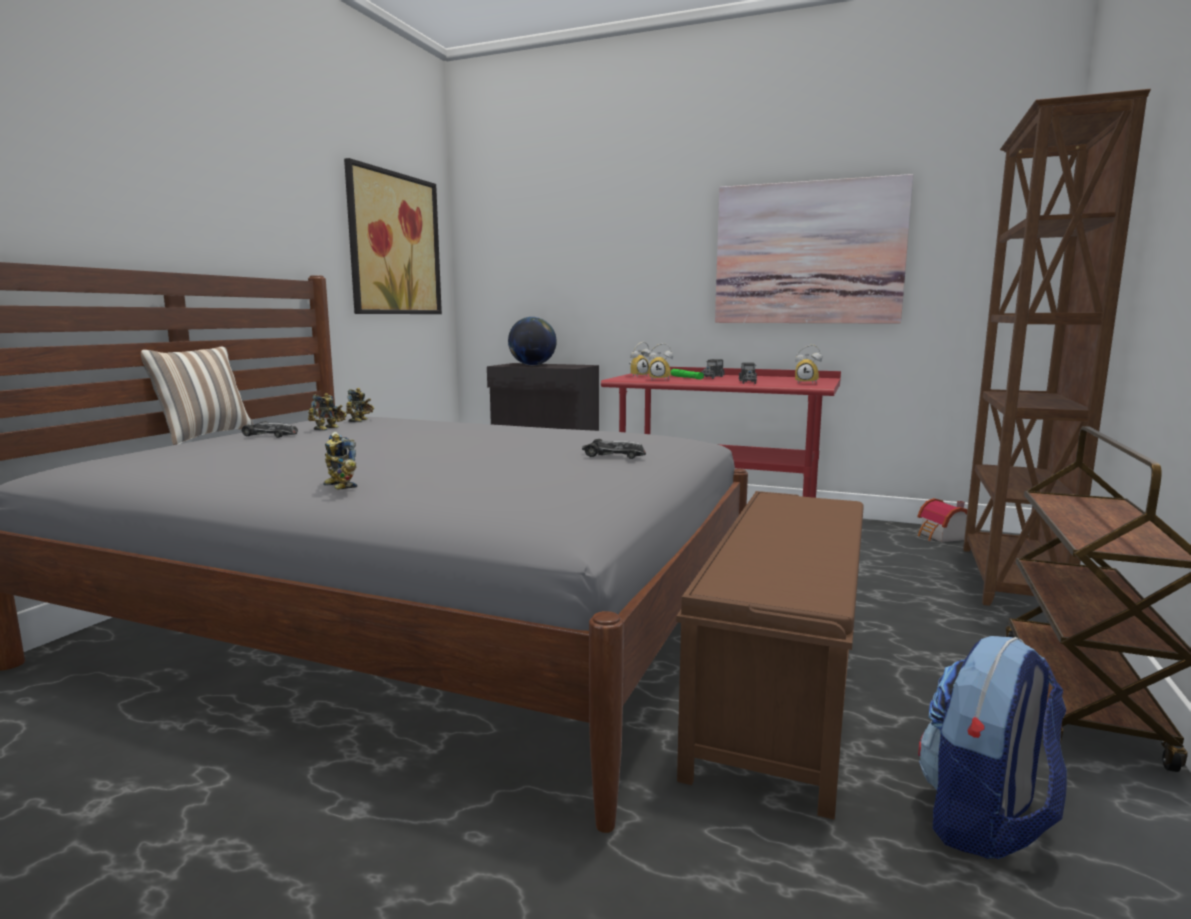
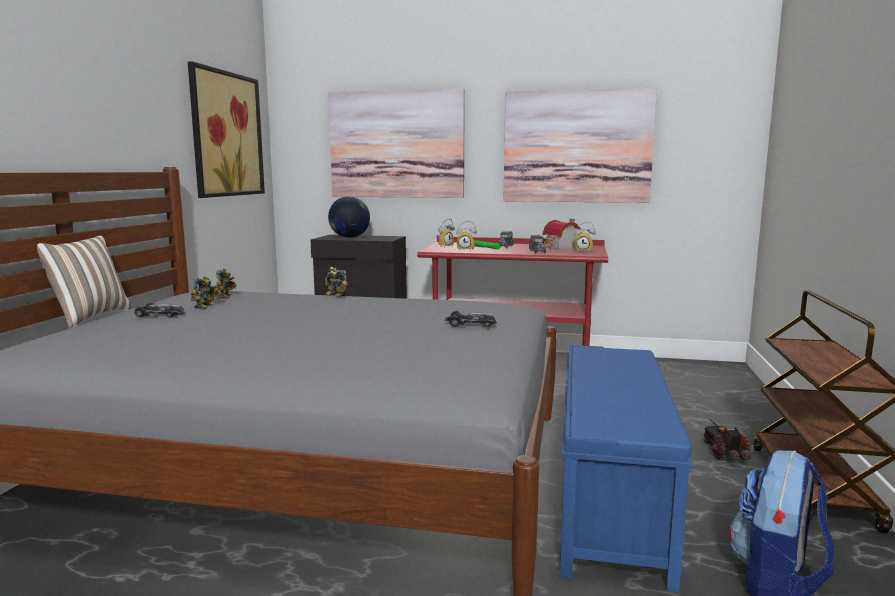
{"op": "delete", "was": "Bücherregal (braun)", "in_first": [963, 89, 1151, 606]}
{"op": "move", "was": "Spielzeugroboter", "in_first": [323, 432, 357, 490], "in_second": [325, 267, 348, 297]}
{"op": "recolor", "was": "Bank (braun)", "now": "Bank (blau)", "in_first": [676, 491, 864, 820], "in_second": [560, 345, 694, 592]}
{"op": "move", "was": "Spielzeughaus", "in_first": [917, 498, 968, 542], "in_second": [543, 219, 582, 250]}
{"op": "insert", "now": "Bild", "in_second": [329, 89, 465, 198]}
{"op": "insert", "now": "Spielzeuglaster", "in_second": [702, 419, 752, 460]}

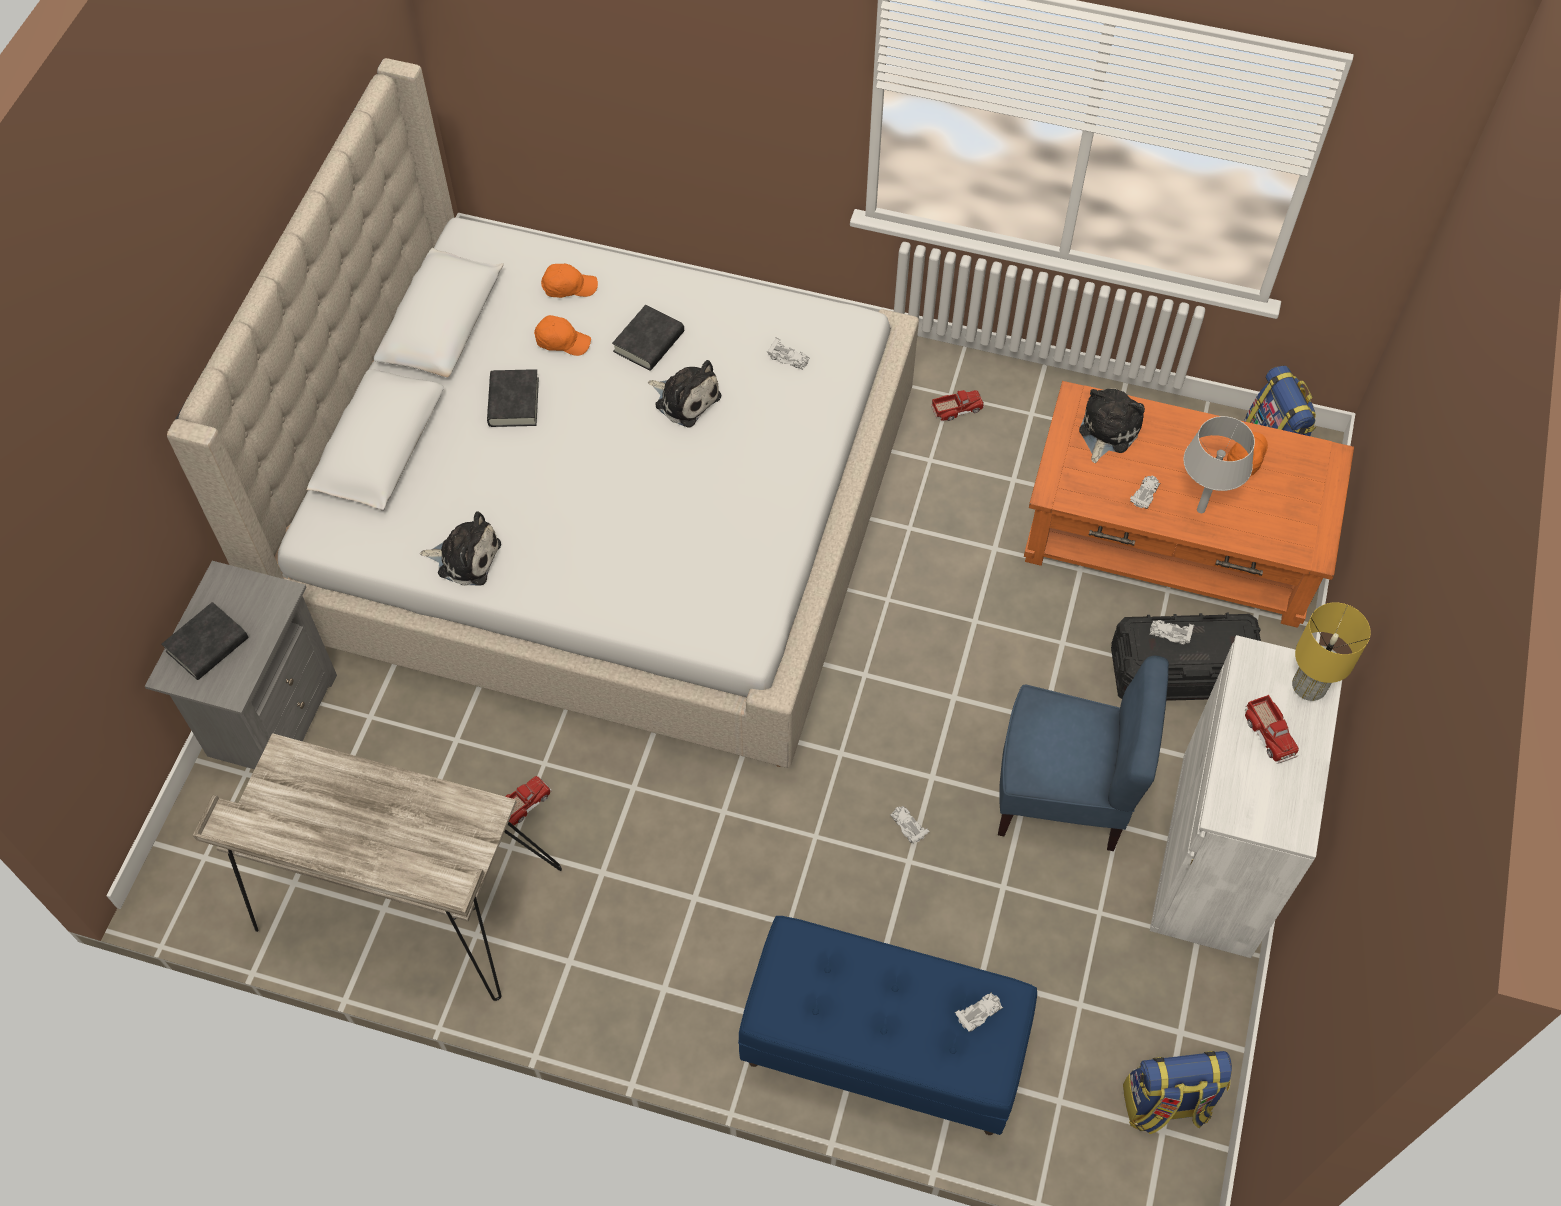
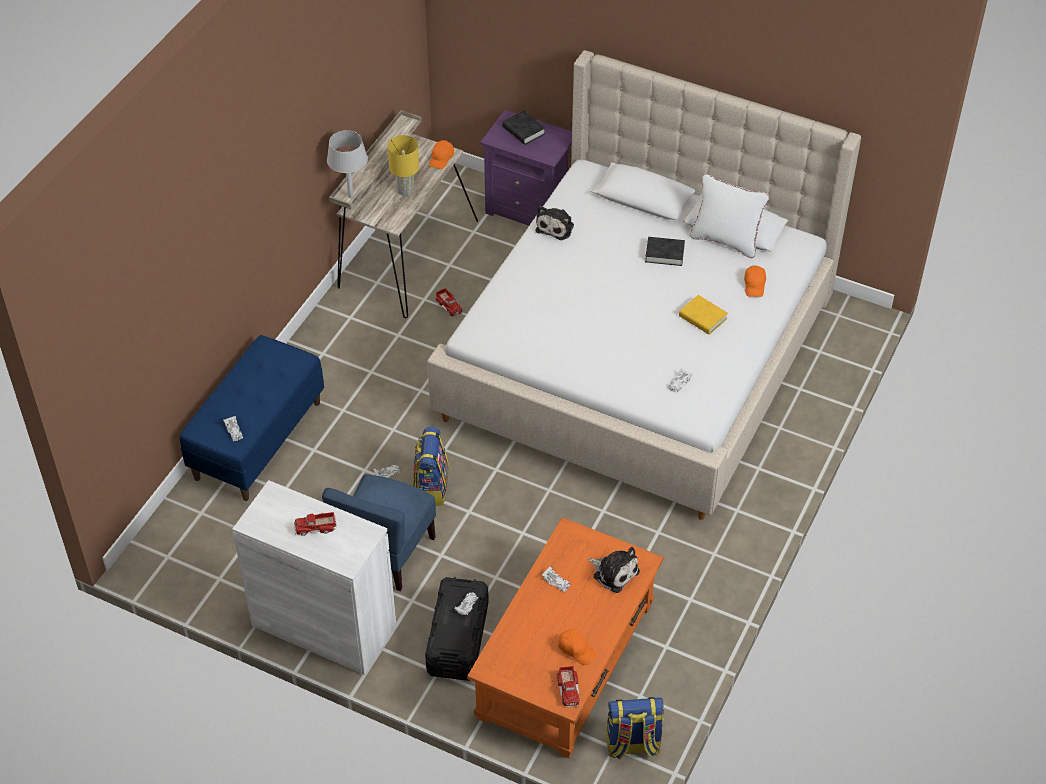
{"op": "recolor", "was": "Buch (schwarz)", "now": "Buch (gelb)", "in_first": [612, 305, 684, 370], "in_second": [679, 295, 728, 335]}
{"op": "move", "was": "Kappe (orange)", "in_first": [534, 315, 591, 356], "in_second": [429, 140, 454, 169]}
{"op": "delete", "was": "Plüschtier", "in_first": [648, 360, 721, 428]}
{"op": "move", "was": "Spielzeuglaster", "in_first": [931, 390, 985, 421], "in_second": [557, 666, 580, 708]}
{"op": "move", "was": "Tischlampe (grau)", "in_first": [1183, 416, 1255, 513], "in_second": [327, 130, 368, 198]}
{"op": "recolor", "was": "Nachttisch (grau)", "now": "Nachttisch (lila)", "in_first": [145, 561, 337, 769], "in_second": [480, 110, 572, 226]}
{"op": "move", "was": "Tischlampe (gelb)", "in_first": [1292, 602, 1371, 701], "in_second": [388, 135, 419, 196]}
{"op": "move", "was": "Rucksack", "in_first": [1123, 1051, 1232, 1134], "in_second": [413, 427, 449, 506]}
{"op": "insert", "now": "Kissen (weiß)", "in_second": [690, 173, 769, 258]}

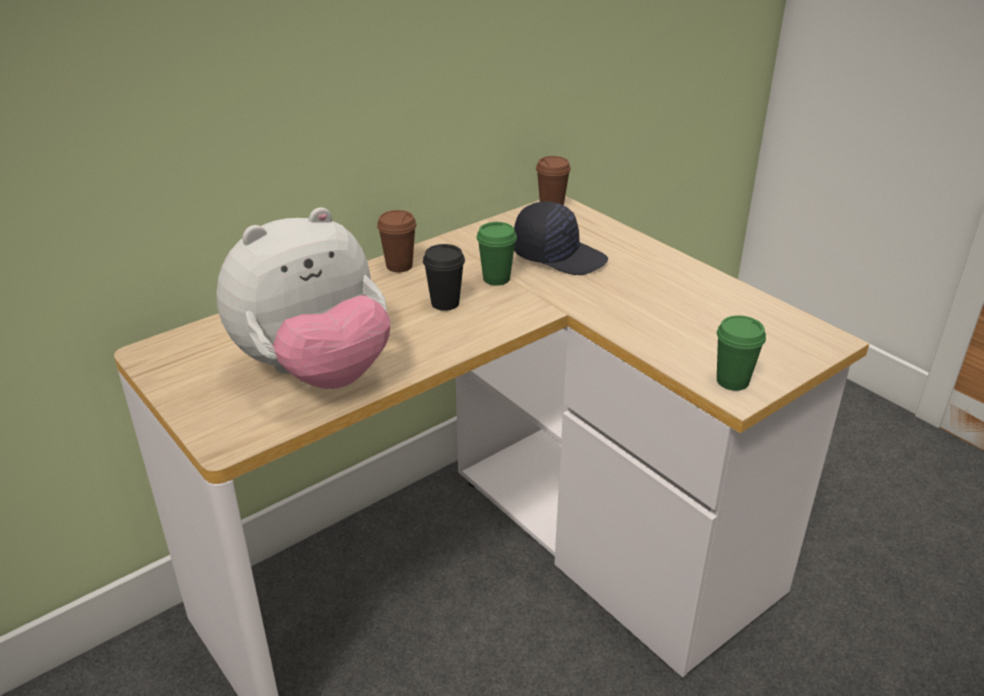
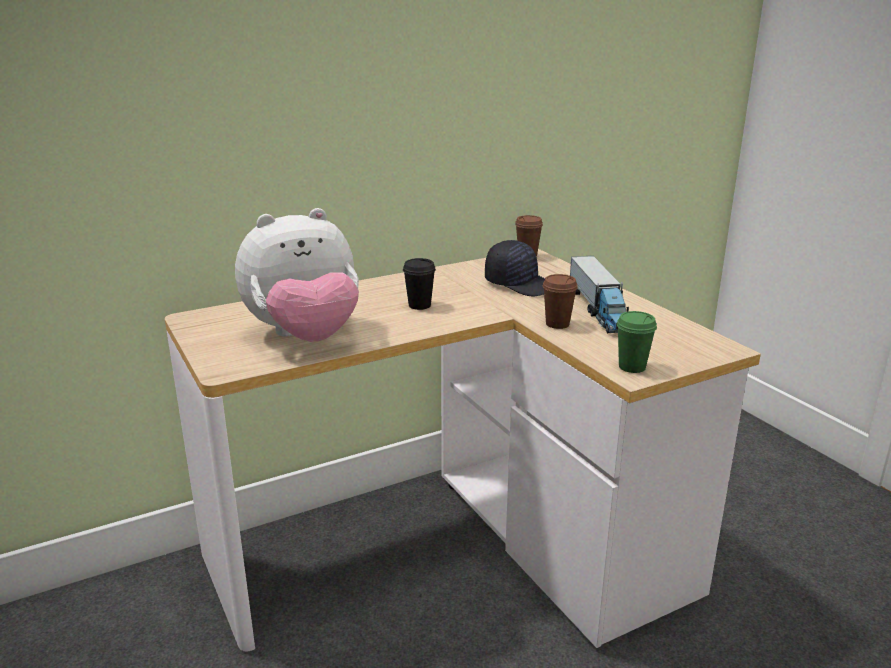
{"op": "move", "was": "Tasse (braun)", "in_first": [377, 210, 417, 272], "in_second": [543, 274, 578, 329]}
{"op": "delete", "was": "Tasse (grün)", "in_first": [476, 222, 517, 286]}
{"op": "insert", "now": "Spielzeuglaster", "in_second": [570, 256, 629, 333]}

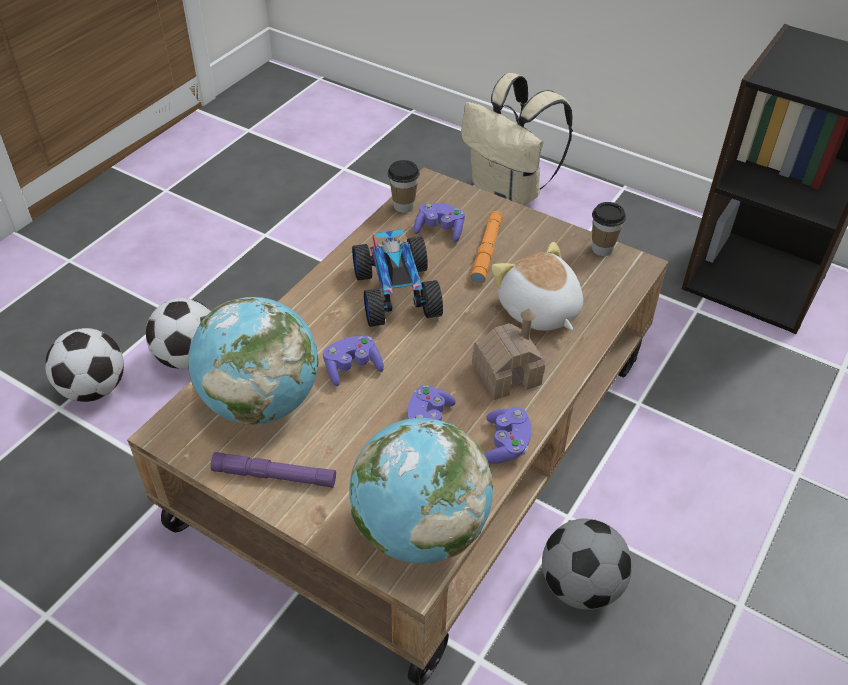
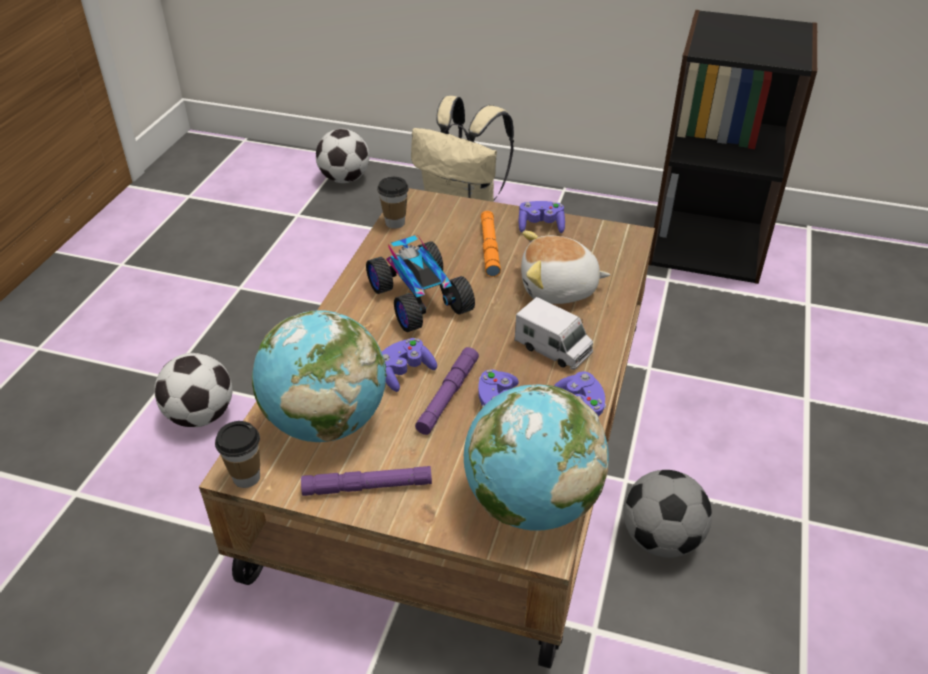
{"op": "move", "was": "Tasse", "in_first": [592, 202, 626, 256], "in_second": [215, 421, 260, 488]}
{"op": "move", "was": "Gamepad (lila)", "in_first": [414, 203, 465, 242], "in_second": [519, 201, 565, 233]}
{"op": "rotate", "was": "Plüschtier", "in_first": [491, 242, 583, 331], "in_second": [521, 231, 610, 304], "clockwise": -45}
{"op": "replace", "was": "Spielzeughaus", "now": "Spielzeuglaster", "in_first": [472, 308, 545, 400], "in_second": [514, 297, 593, 370]}
{"op": "move", "was": "Fußball", "in_first": [45, 328, 124, 402], "in_second": [316, 129, 369, 183]}
{"op": "insert", "now": "Taschenlampe (lila)", "in_second": [415, 347, 479, 435]}

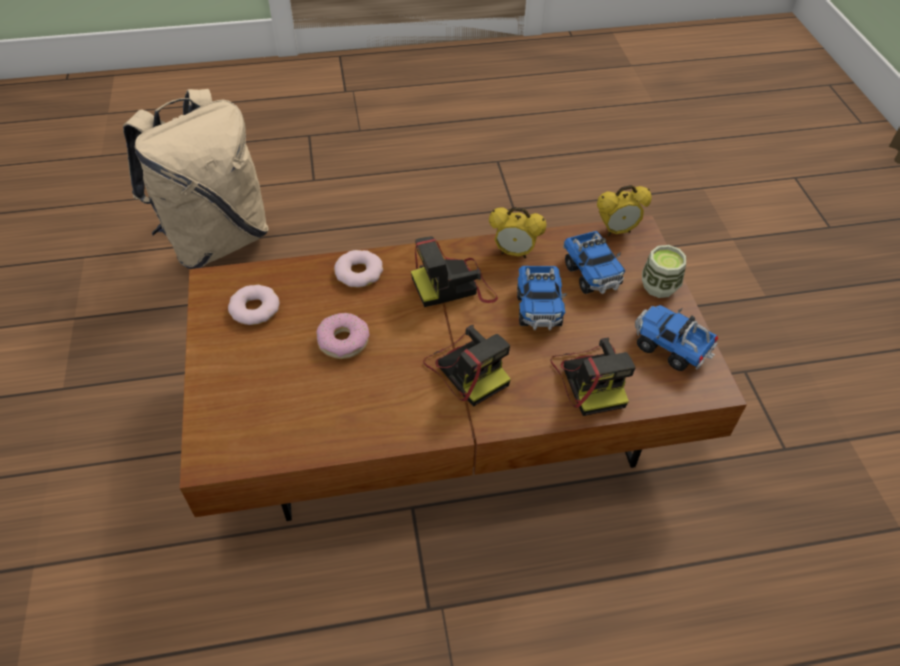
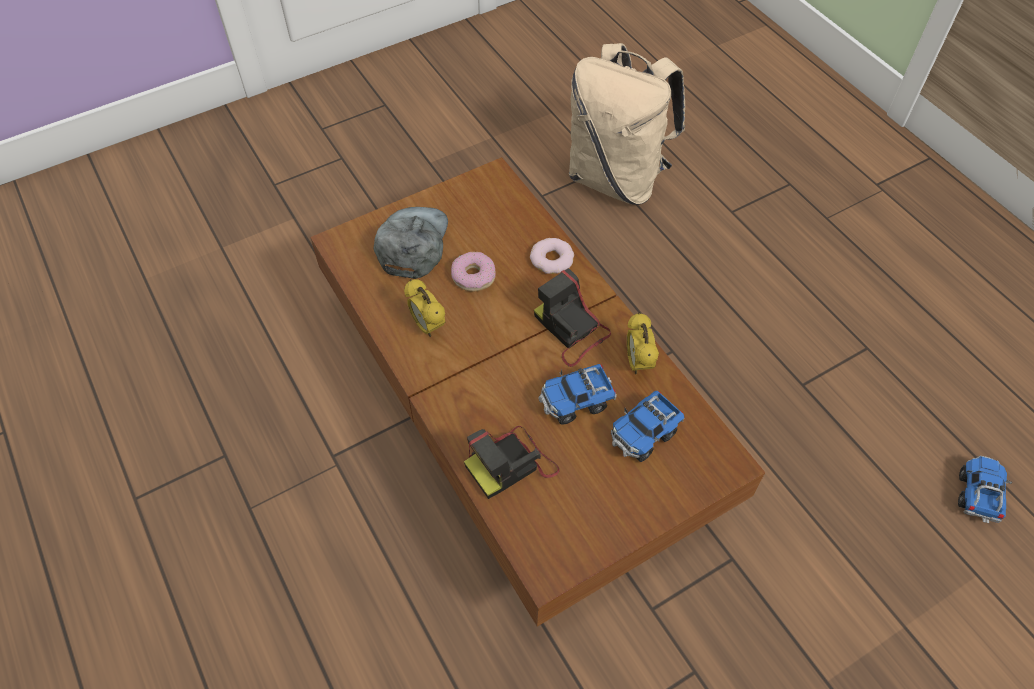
{"op": "move", "was": "Wecker", "in_first": [597, 185, 652, 236], "in_second": [404, 279, 446, 337]}
{"op": "delete", "was": "Tasse", "in_first": [642, 245, 686, 298]}
{"op": "delete", "was": "Donut", "in_first": [228, 285, 280, 325]}
{"op": "move", "was": "Spielzeuglaster", "in_first": [635, 305, 718, 371], "in_second": [958, 456, 1013, 523]}
{"op": "delete", "was": "Kamera", "in_first": [423, 325, 511, 407]}
{"op": "insert", "now": "Kappe (grau)", "in_second": [373, 207, 448, 279]}

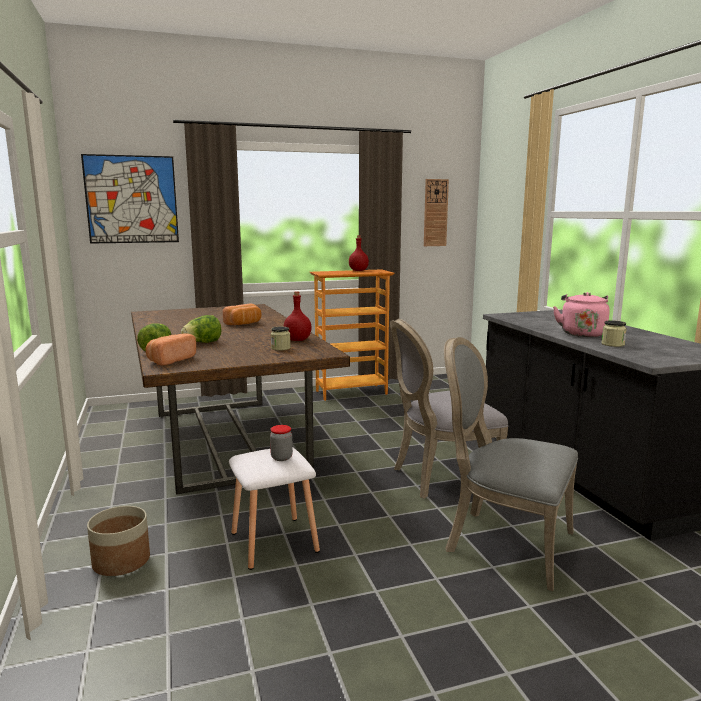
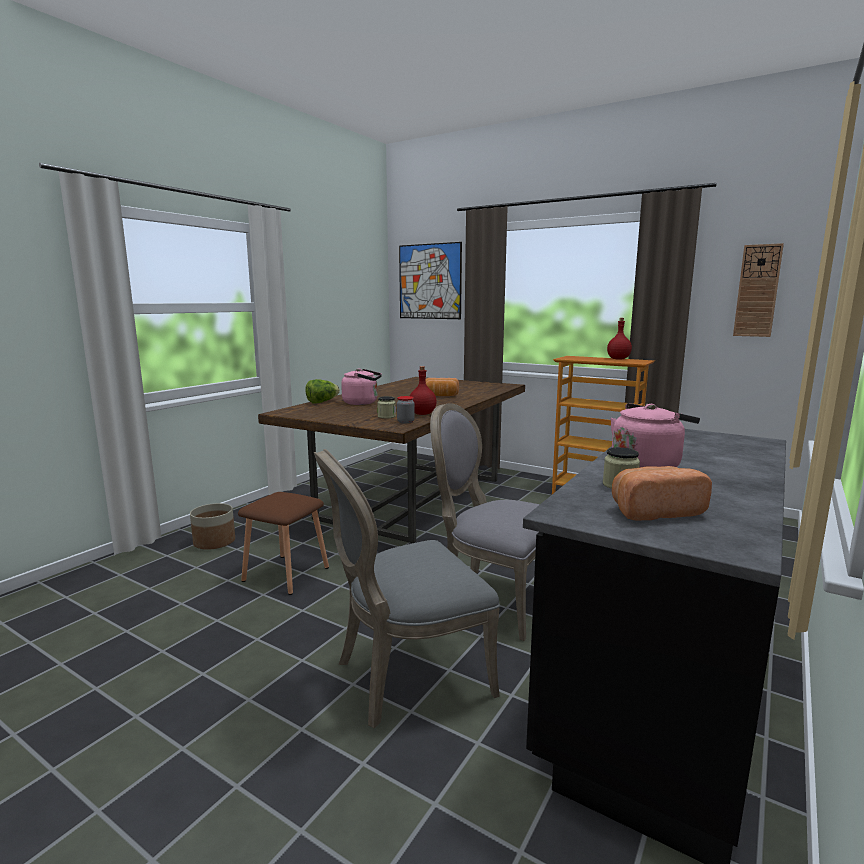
{"op": "replace", "was": "Salatkopf", "now": "Wasserkessel (rosa)", "in_first": [181, 315, 221, 343], "in_second": [341, 369, 382, 405]}
{"op": "move", "was": "Brot", "in_first": [146, 333, 196, 365], "in_second": [612, 466, 712, 520]}
{"op": "rotate", "was": "Stuhl (grau)", "in_first": [444, 337, 578, 591], "in_second": [314, 449, 500, 728], "clockwise": -105}
{"op": "move", "was": "Vorratsglas", "in_first": [270, 425, 293, 461], "in_second": [397, 396, 415, 424]}
{"op": "recolor", "was": "Hocker (weiß)", "now": "Hocker (braun)", "in_first": [229, 448, 320, 570], "in_second": [238, 492, 329, 595]}

